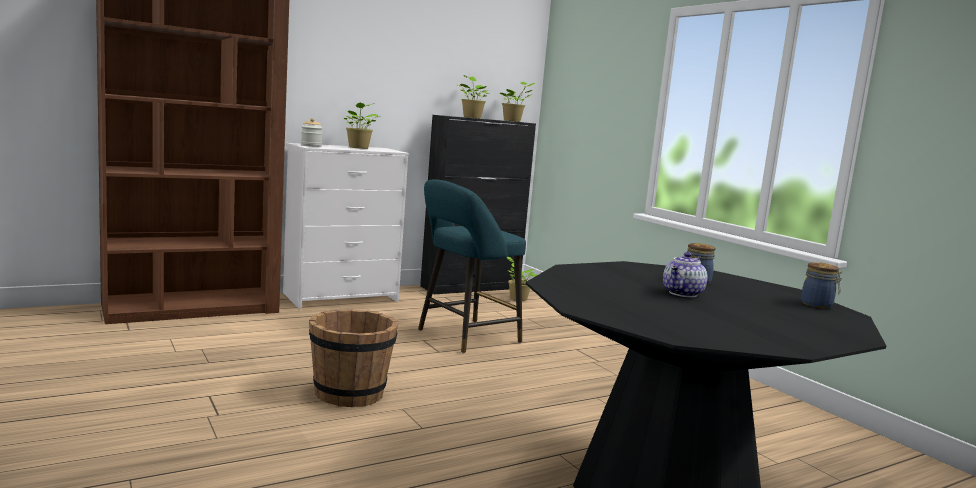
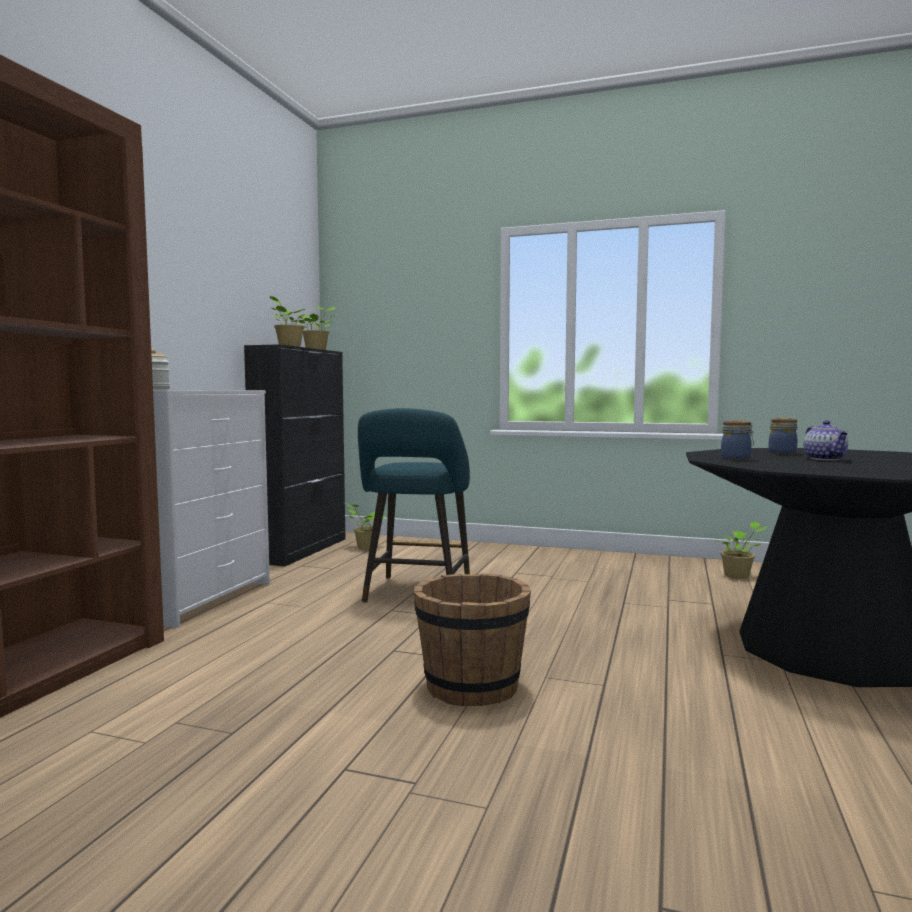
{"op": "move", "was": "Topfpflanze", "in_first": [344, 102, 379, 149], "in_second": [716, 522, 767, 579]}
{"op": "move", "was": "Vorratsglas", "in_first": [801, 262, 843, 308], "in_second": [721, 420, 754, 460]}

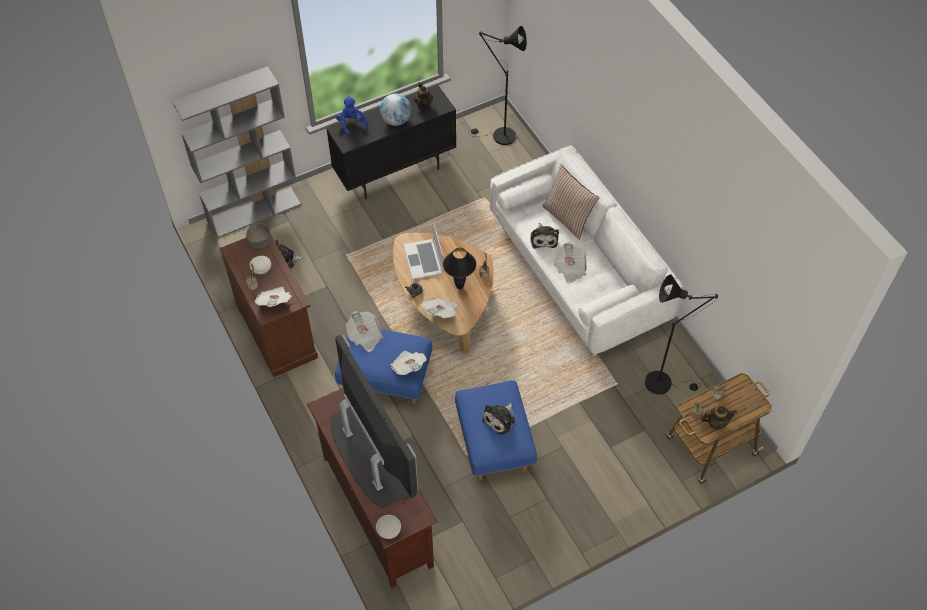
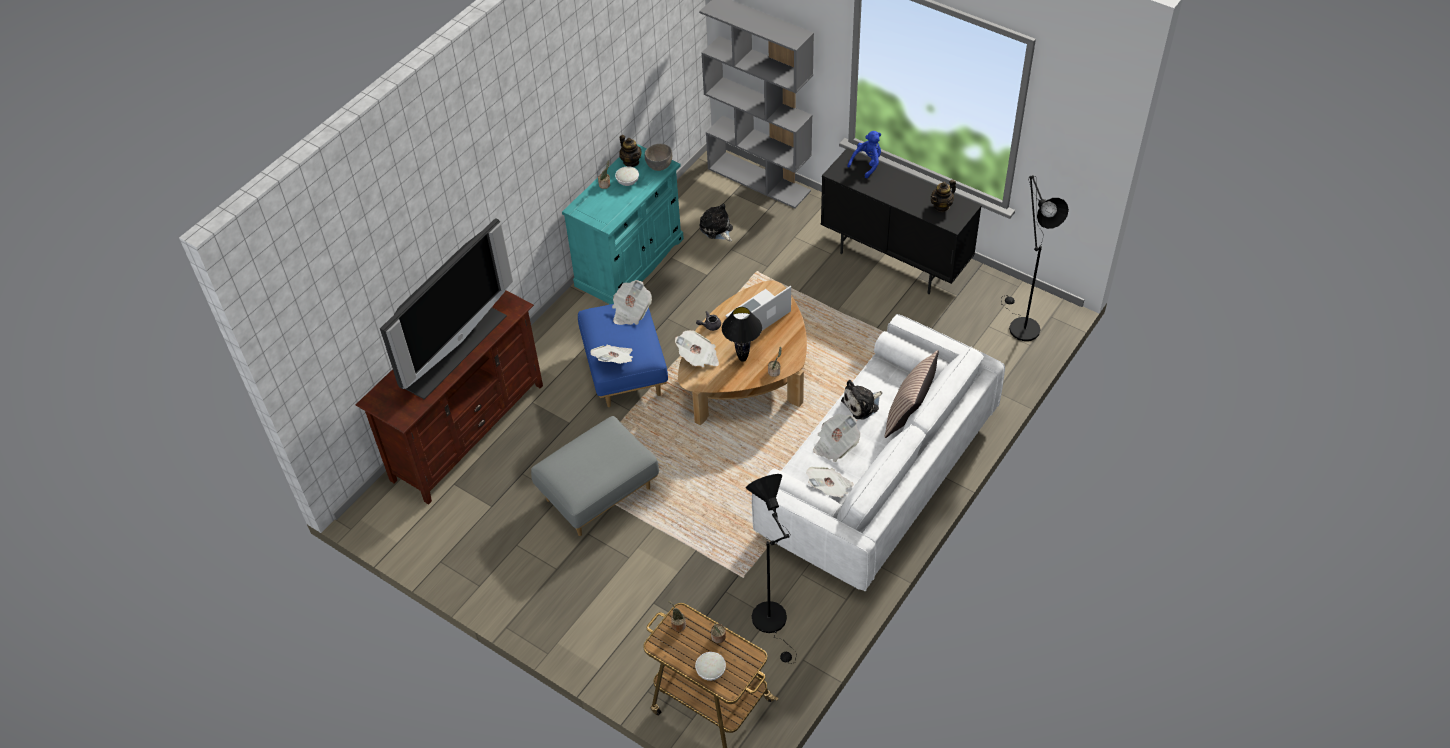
{"op": "delete", "was": "Globus", "in_first": [380, 94, 411, 126]}
{"op": "recolor", "was": "Schrank (braun)", "now": "Schrank (türkis)", "in_first": [220, 236, 318, 377], "in_second": [562, 144, 684, 304]}
{"op": "move", "was": "Zeitung", "in_first": [255, 287, 292, 307], "in_second": [806, 467, 854, 498]}
{"op": "recolor", "was": "Polsterhocker (blau)", "now": "Polsterhocker (grau)", "in_first": [455, 380, 537, 480], "in_second": [531, 416, 659, 536]}
{"op": "delete", "was": "Plüschtier", "in_first": [482, 403, 515, 435]}
{"op": "move", "was": "Teekanne", "in_first": [701, 406, 737, 430], "in_second": [619, 135, 641, 167]}
{"op": "move", "was": "Schüssel (weiß)", "in_first": [376, 515, 401, 539], "in_second": [695, 652, 726, 681]}

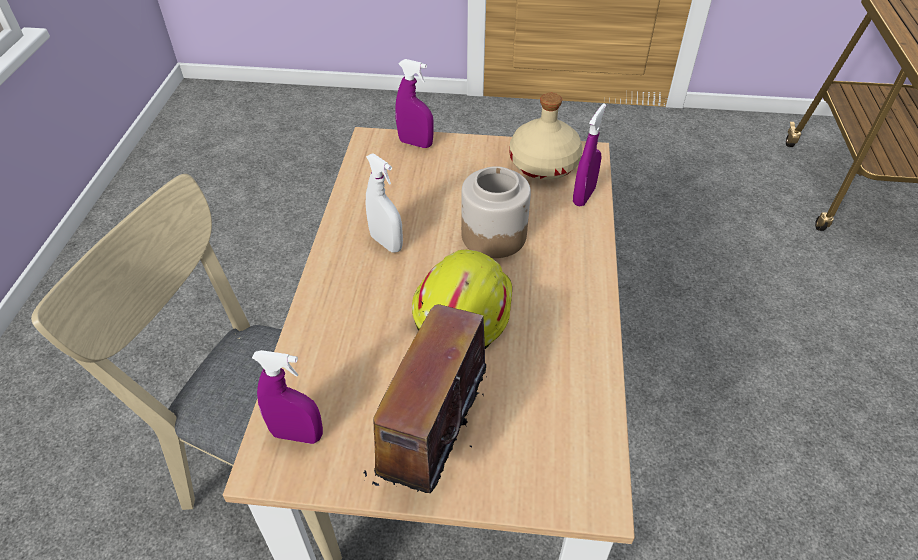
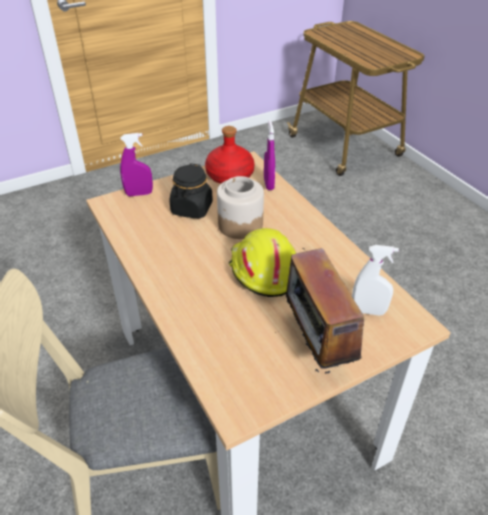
{"op": "recolor", "was": "Flasche (beige)", "now": "Flasche (rot)", "in_first": [510, 93, 583, 180], "in_second": [205, 126, 255, 184]}
{"op": "move", "was": "Sprühflasche (weiß)", "in_first": [366, 153, 403, 252], "in_second": [352, 245, 399, 315]}
{"op": "delete", "was": "Sprühflasche (lila)", "in_first": [252, 350, 323, 444]}
{"op": "insert", "now": "Vorratsglas (schwarz)", "in_second": [170, 163, 213, 219]}

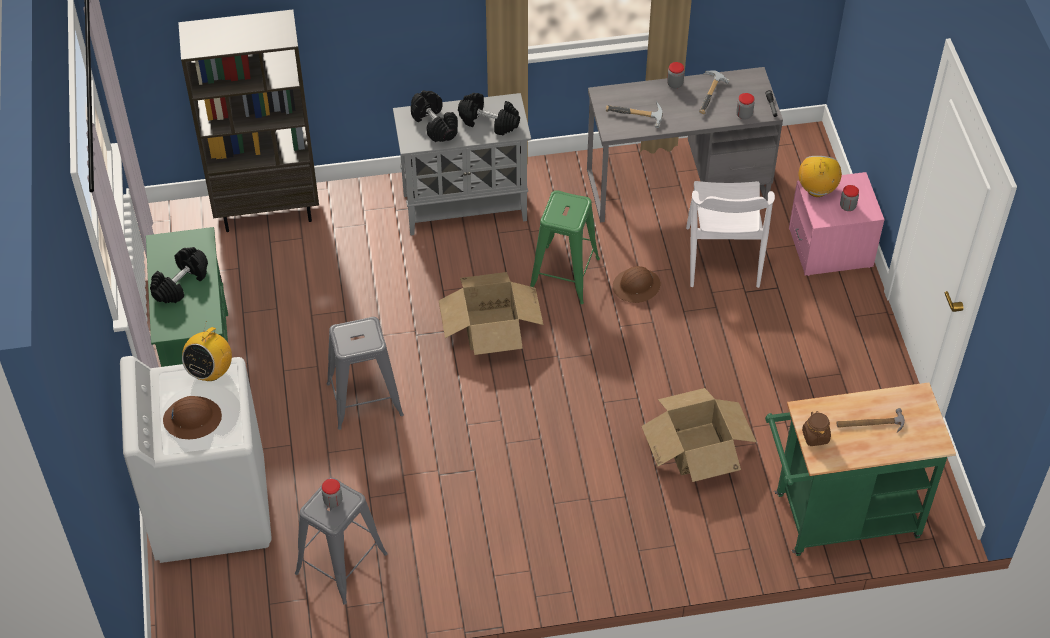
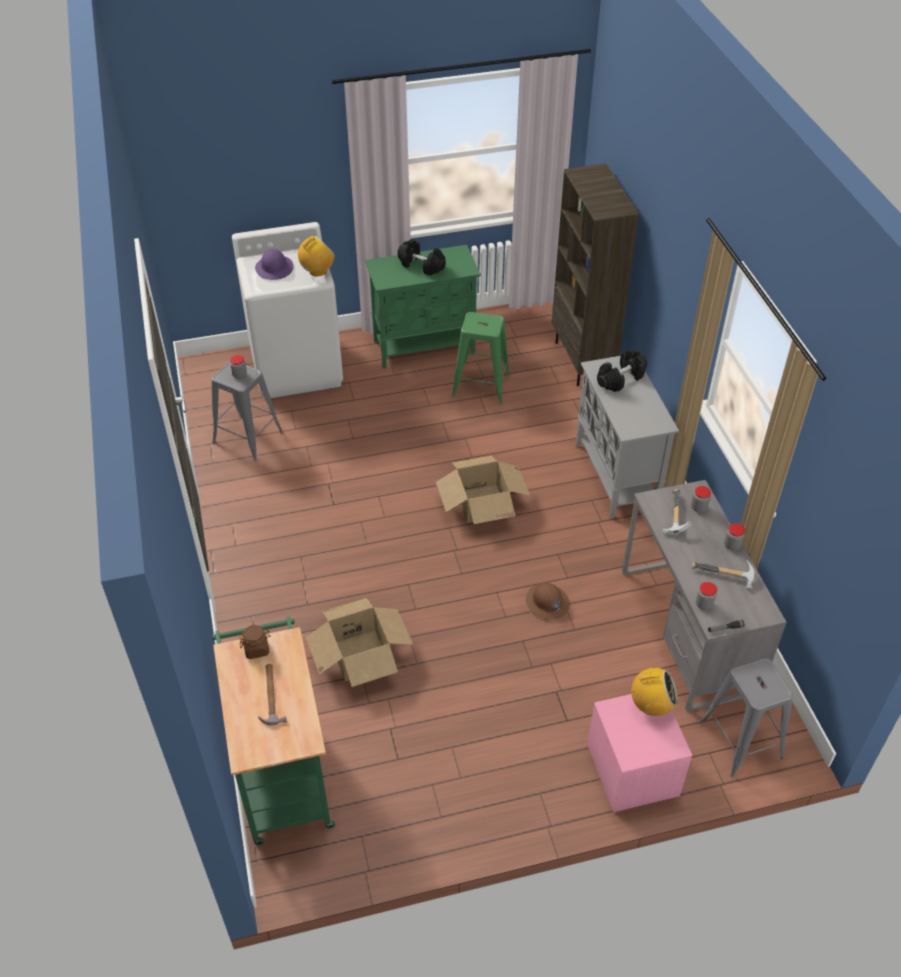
{"op": "delete", "was": "Hantel (schwarz)", "in_first": [458, 93, 520, 136]}
{"op": "delete", "was": "Stuhl (weiß)", "in_first": [686, 181, 775, 288]}
{"op": "move", "was": "Vorratsglas", "in_first": [840, 185, 859, 211], "in_second": [691, 486, 711, 513]}
{"op": "move", "was": "Hocker (grün)", "in_first": [530, 190, 600, 304], "in_second": [452, 312, 510, 404]}
{"op": "move", "was": "Hocker (grau)", "in_first": [327, 317, 404, 430], "in_second": [698, 657, 793, 778]}
{"op": "rotate", "was": "Radio", "in_first": [182, 321, 232, 381], "in_second": [298, 236, 335, 276], "clockwise": 120}
{"op": "recolor", "was": "Schutzhelm (braun)", "now": "Schutzhelm (lila)", "in_first": [163, 396, 222, 439], "in_second": [255, 249, 294, 280]}

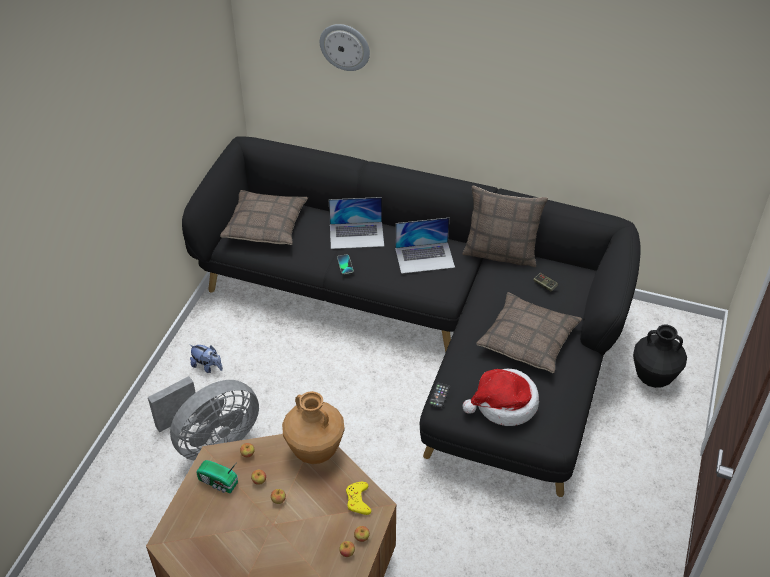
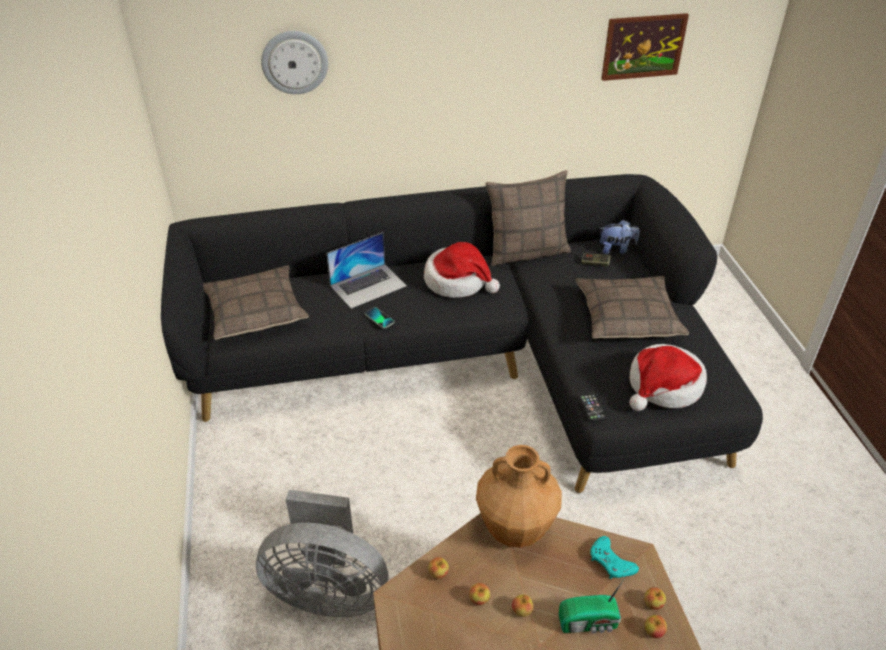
{"op": "replace", "was": "Laptop", "now": "Hut", "in_first": [395, 218, 455, 274], "in_second": [424, 242, 500, 298]}
{"op": "delete", "was": "Vase (schwarz)", "in_first": [633, 325, 687, 388]}
{"op": "move", "was": "Plüschtier", "in_first": [190, 345, 223, 373], "in_second": [599, 220, 640, 254]}
{"op": "rotate", "was": "Ventilator (grau)", "in_first": [148, 376, 259, 460], "in_second": [256, 490, 388, 617], "clockwise": 75}
{"op": "move", "was": "Radio", "in_first": [196, 460, 238, 493], "in_second": [559, 578, 625, 634]}
{"op": "recolor", "was": "Gamepad (gelb)", "now": "Gamepad (türkis)", "in_first": [346, 482, 371, 515], "in_second": [591, 536, 639, 579]}
{"op": "insert", "now": "Bild", "in_second": [601, 13, 689, 81]}

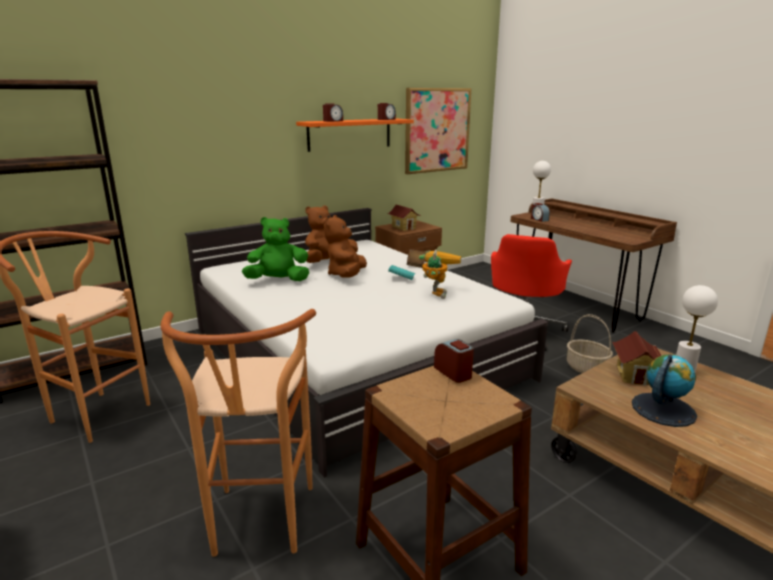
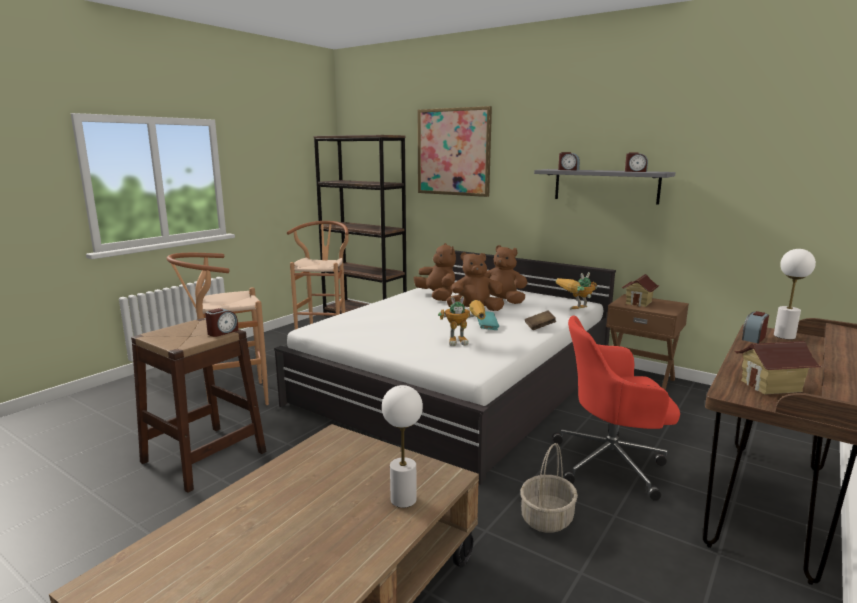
{"op": "move", "was": "Bild", "in_first": [405, 88, 472, 174], "in_second": [418, 106, 492, 197]}
{"op": "recolor", "was": "Wandregal (orange)", "now": "Wandregal (grau)", "in_first": [296, 119, 414, 152], "in_second": [534, 169, 676, 205]}
{"op": "recolor", "was": "Plüschtier (grün)", "now": "Plüschtier (braun)", "in_first": [242, 217, 309, 281], "in_second": [414, 243, 456, 301]}
{"op": "move", "was": "Spielzeughaus", "in_first": [612, 331, 662, 385], "in_second": [734, 341, 822, 394]}
{"op": "delete", "was": "Globus", "in_first": [632, 354, 697, 427]}
{"op": "insert", "now": "Spielzeugroboter", "in_second": [556, 272, 598, 310]}

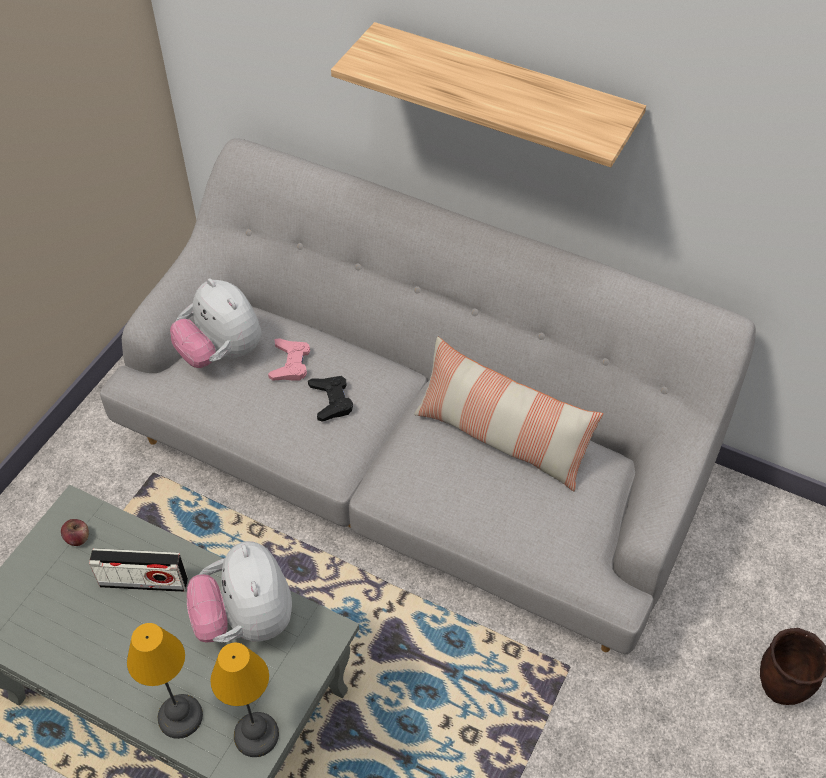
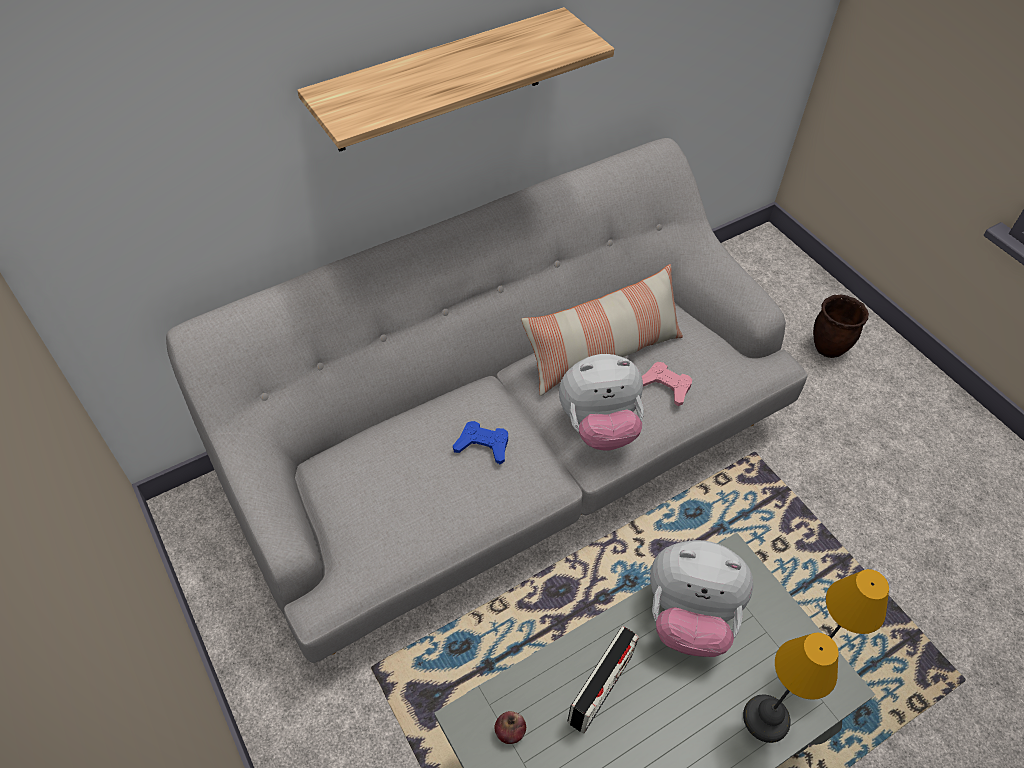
{"op": "move", "was": "Plüschtier", "in_first": [170, 278, 261, 368], "in_second": [559, 354, 644, 451]}
{"op": "move", "was": "Gamepad (rosa)", "in_first": [268, 338, 310, 381], "in_second": [642, 362, 692, 406]}
{"op": "recolor", "was": "Gamepad (schwarz)", "now": "Gamepad (blau)", "in_first": [308, 376, 353, 422], "in_second": [453, 421, 508, 464]}

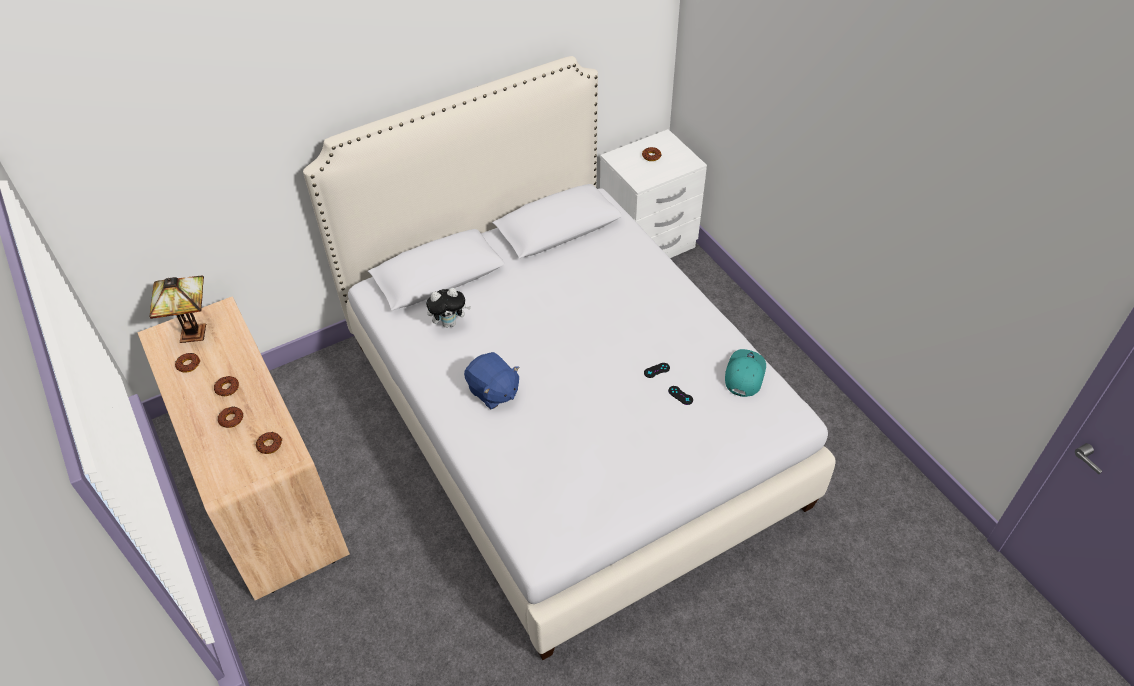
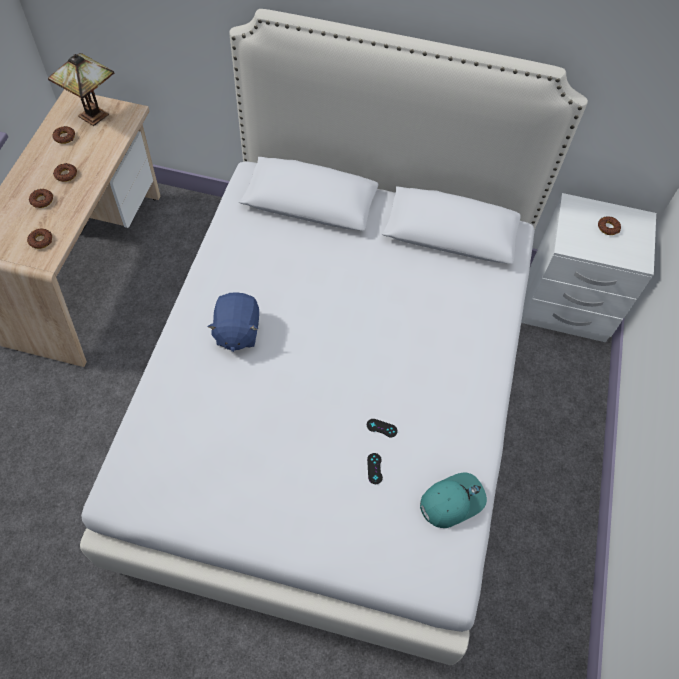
{"op": "delete", "was": "Plüschtier", "in_first": [426, 288, 471, 328]}

